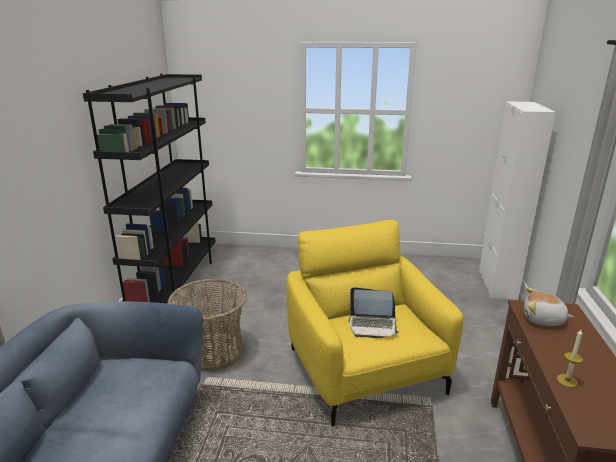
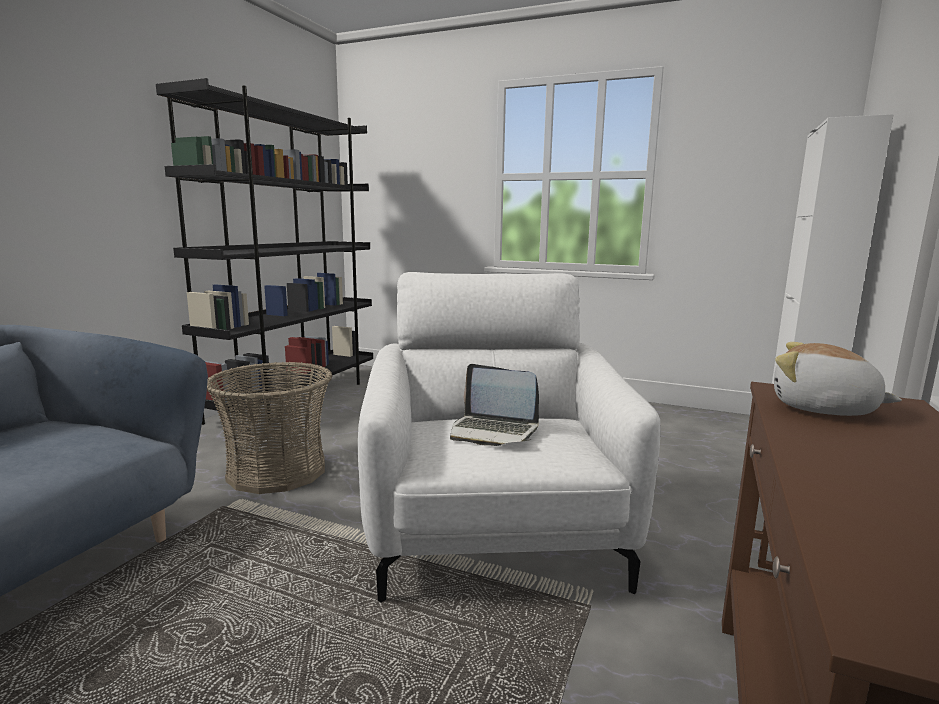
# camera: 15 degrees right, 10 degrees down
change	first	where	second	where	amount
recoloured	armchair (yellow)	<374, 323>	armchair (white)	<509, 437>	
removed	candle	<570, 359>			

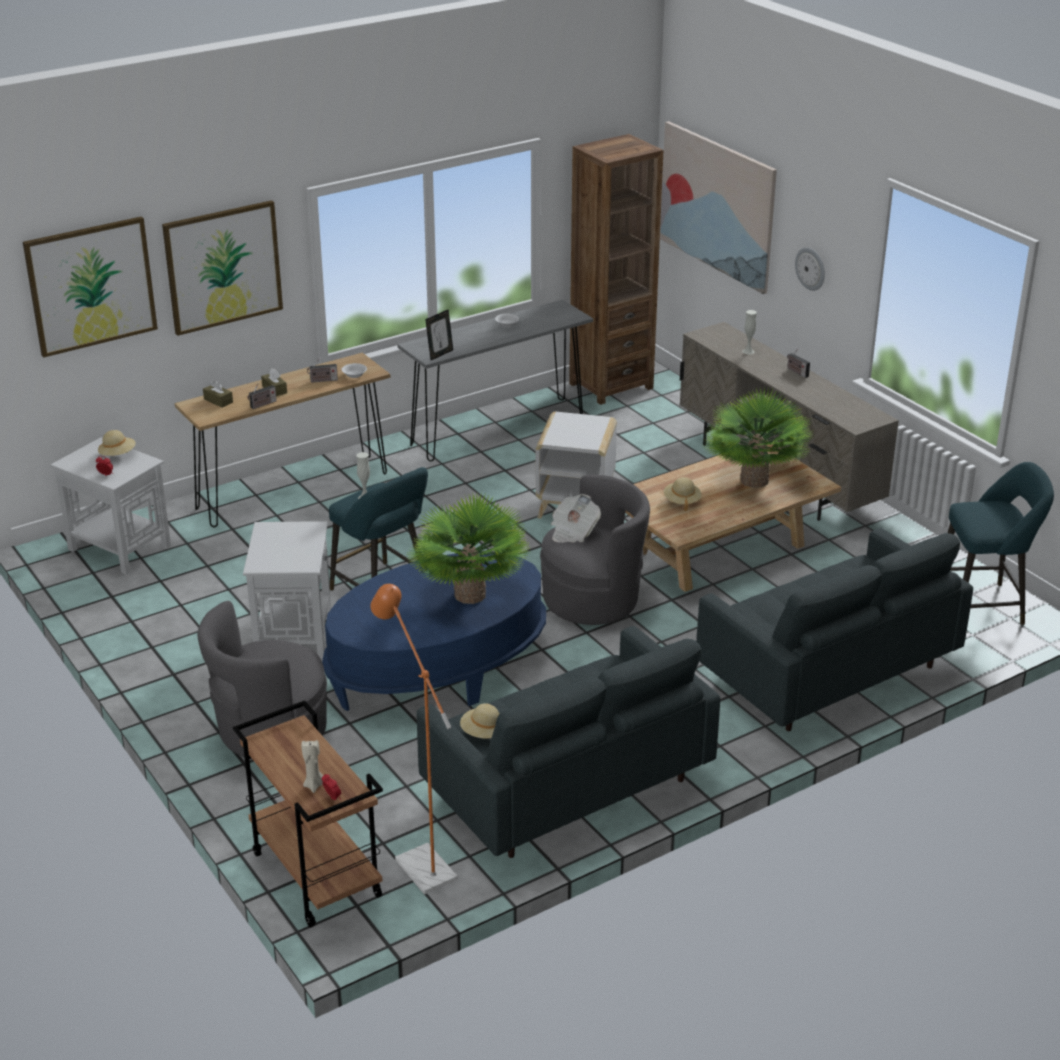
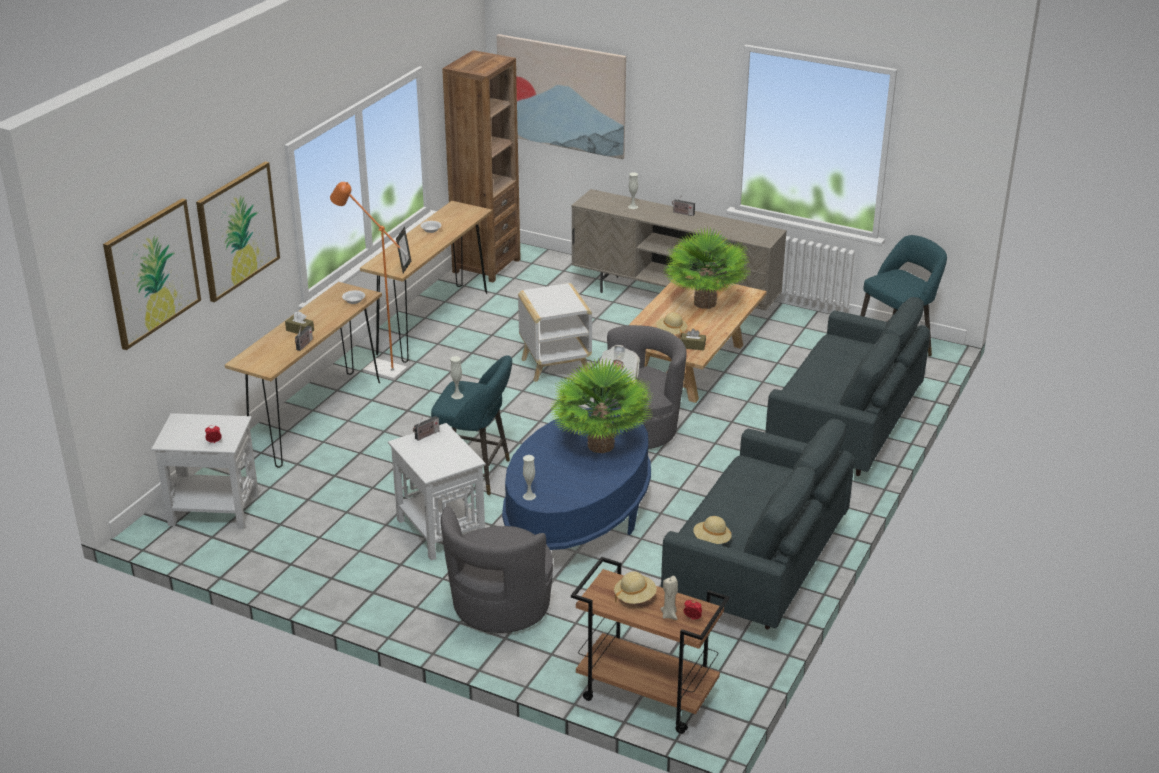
# camera: 30 degrees left, 0 degrees up
change	first	where	second	where	amount
moved	floor lamp (orange)	<414, 739>		<369, 281>	
recoloured	console table (grey)	<495, 380>	console table (brown)	<426, 282>	
moved	radio	<322, 371>		<426, 428>	
added			vase (white)	<529, 477>	
moved	hat (beige)	<117, 443>		<635, 587>	
moved	tissue box (brown)	<218, 394>		<693, 339>	
removed	wall clock	<810, 269>			

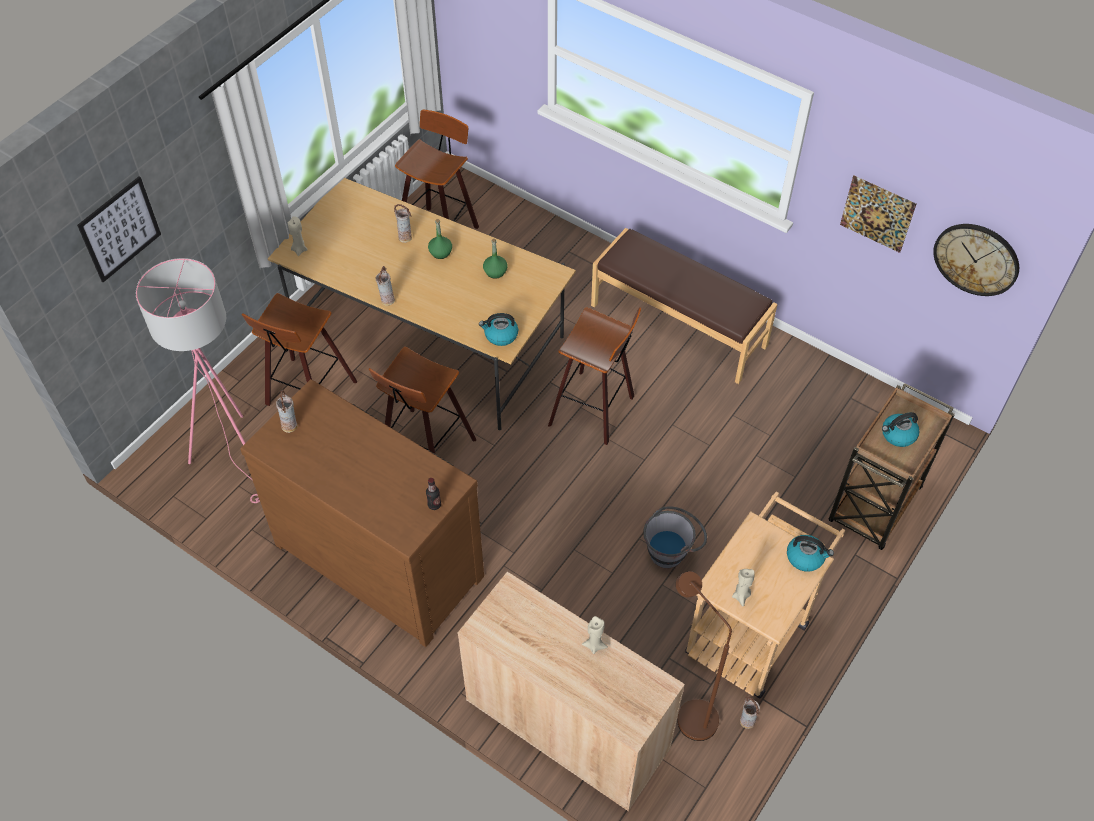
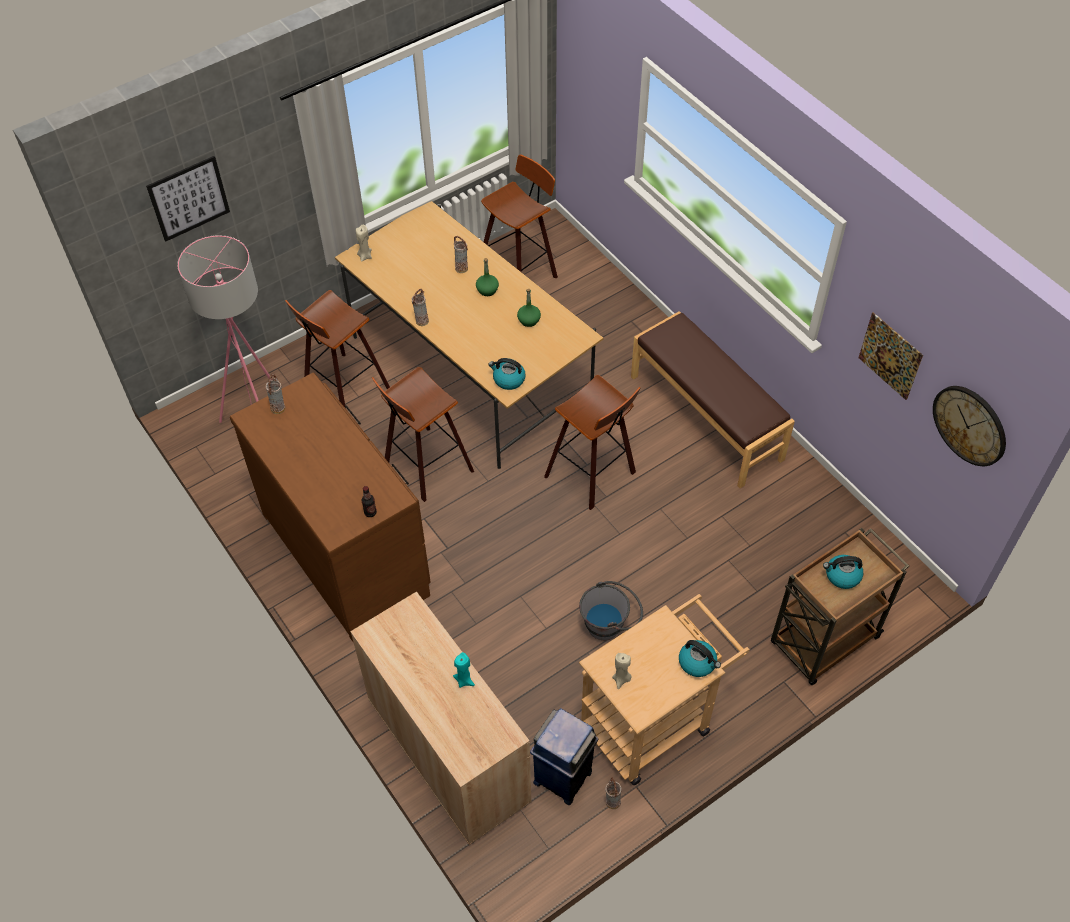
# camera: 20 degrees right, 0 degrees up
change	first	where	second	where	amount
recoloured	candle (beige)	<595, 635>	candle (turquoise)	<464, 670>	
replaced	floor lamp (brown)	<704, 656>	trash can (blue)	<564, 756>	

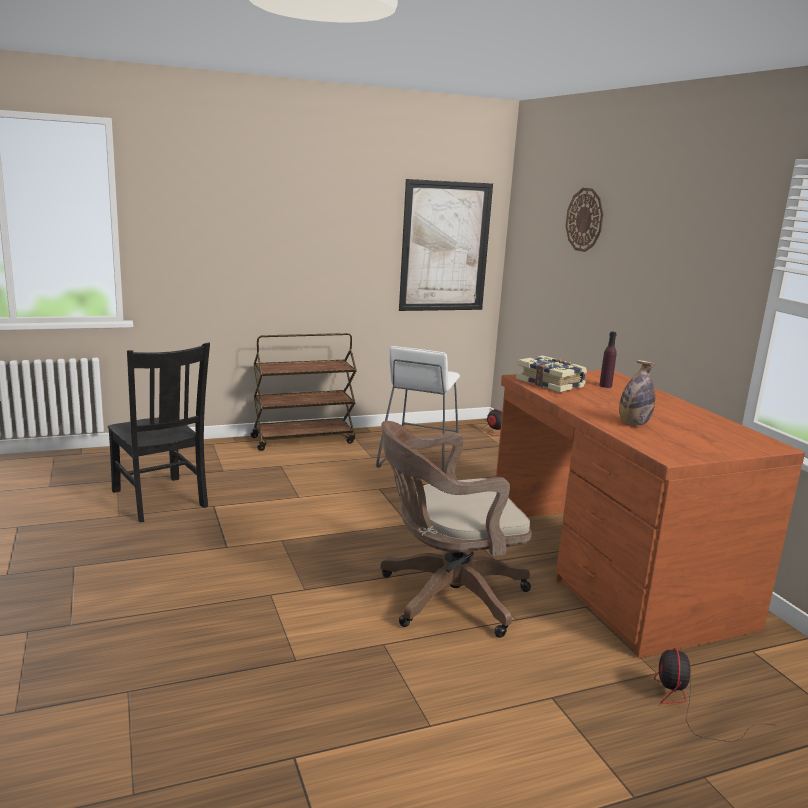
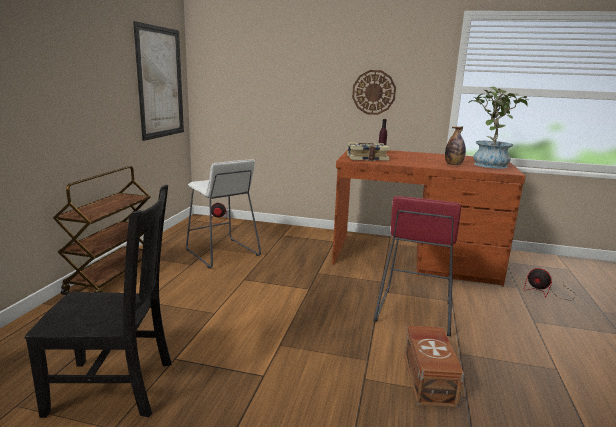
# camera: 55 degrees left, 0 degrees up
change	first	where	second	where	amount
moved	wall clock	<584, 220>		<374, 92>	
replaced	office chair (brown)	<455, 529>	stool (red)	<417, 266>	
added			storage box (brown)	<434, 367>	
added			potted plant	<498, 128>	

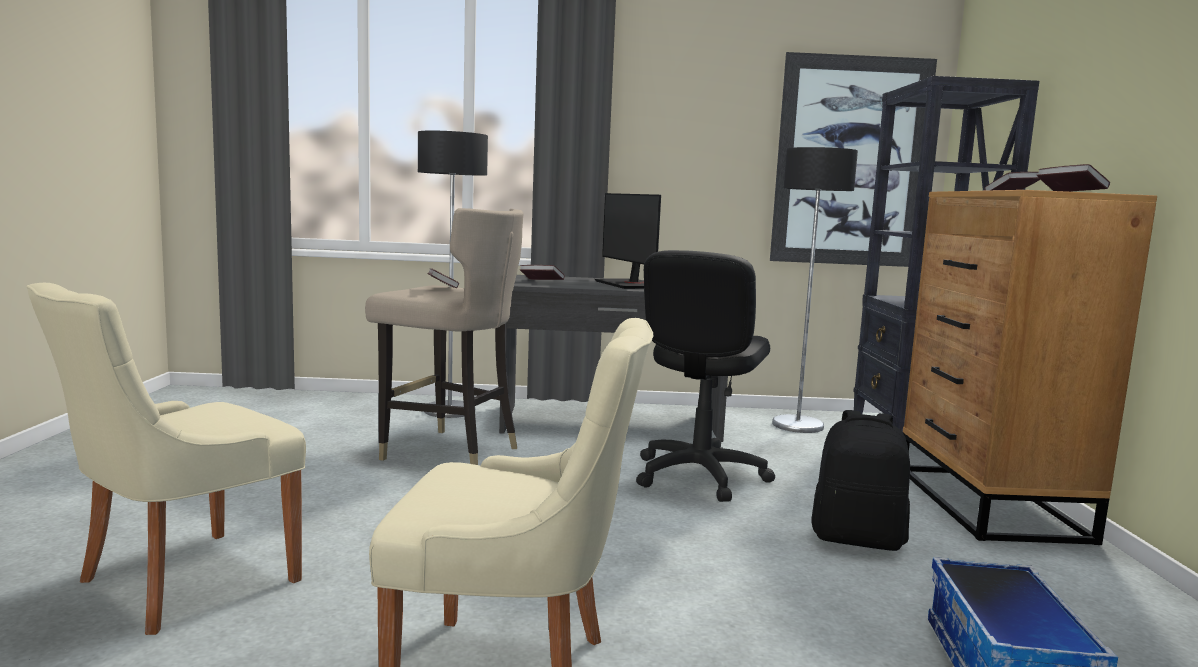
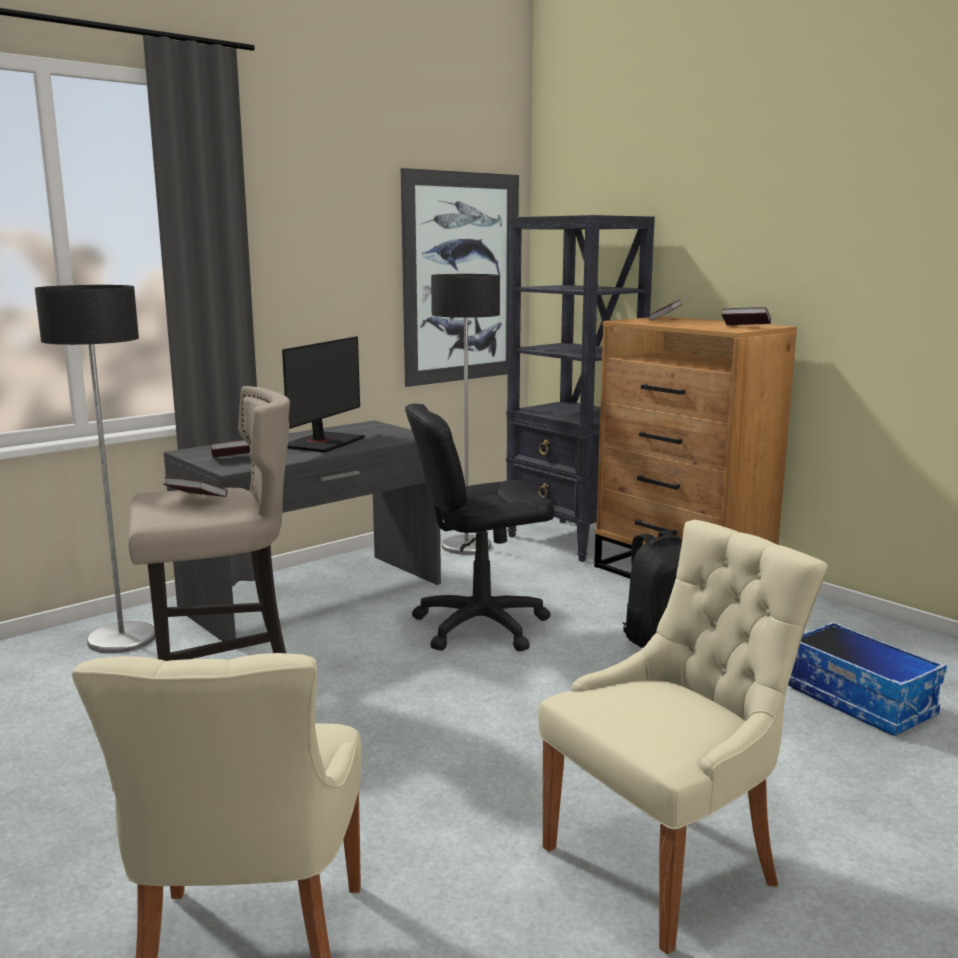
# camera: 40 degrees left, 5 degrees up
change	first	where	second	where	amount
turned	monitor	<628, 241>		<324, 394>	90 degrees counterclockwise
turned	office chair (black)	<705, 376>		<480, 527>	90 degrees clockwise

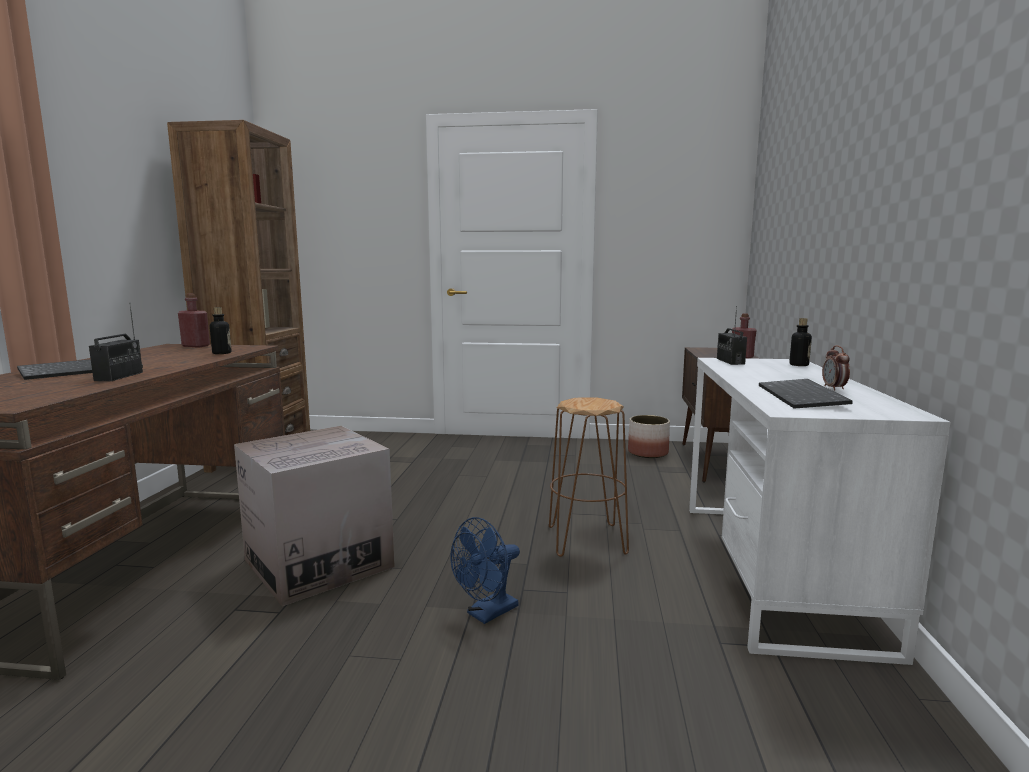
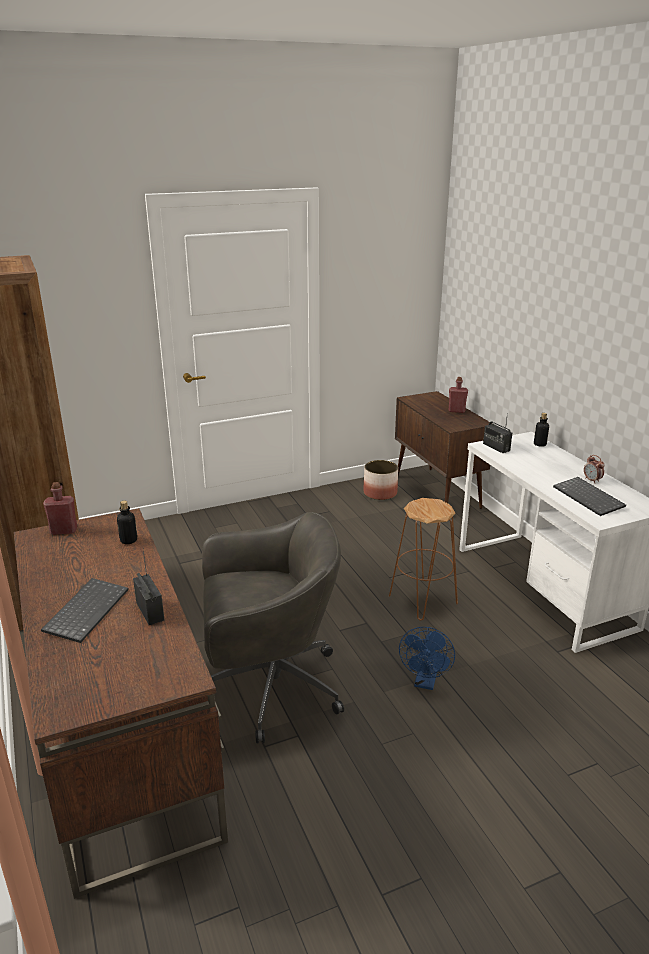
# camera: 30 degrees left, 15 degrees up
change	first	where	second	where	amount
replaced	cardboard box	<314, 516>	office chair (grey)	<273, 627>	

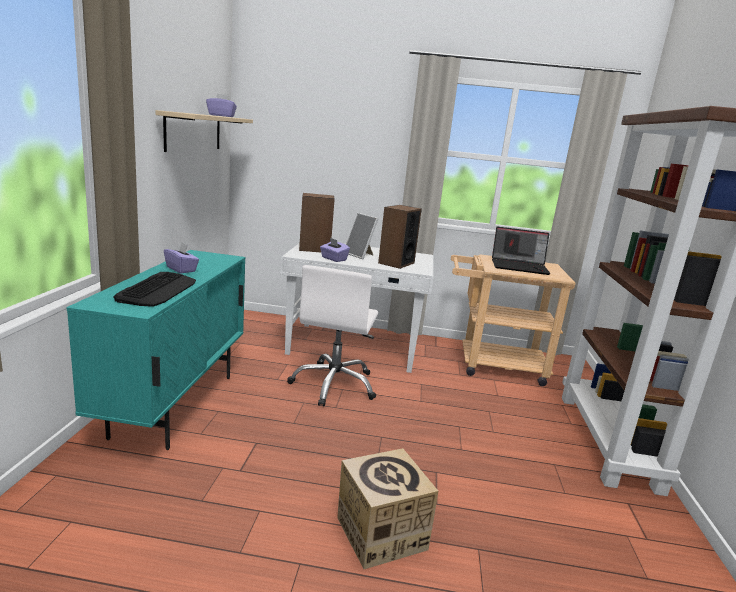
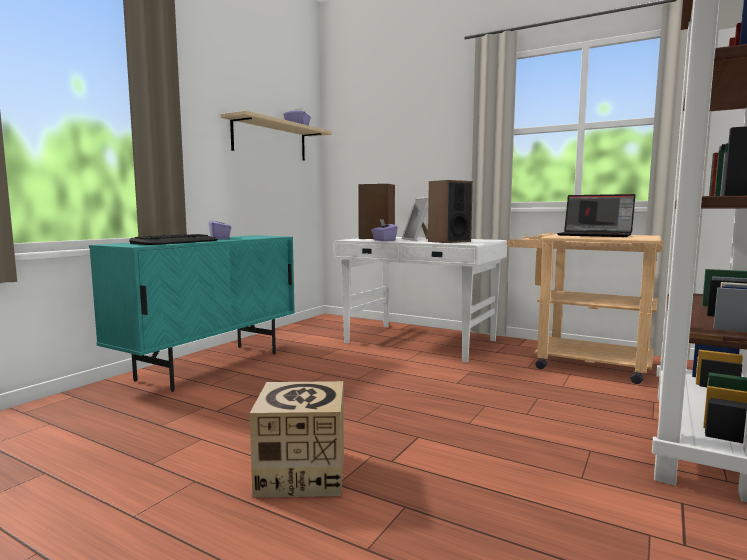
# camera: 25 degrees right, 10 degrees down
change	first	where	second	where	amount
removed	office chair (white)	<332, 335>			

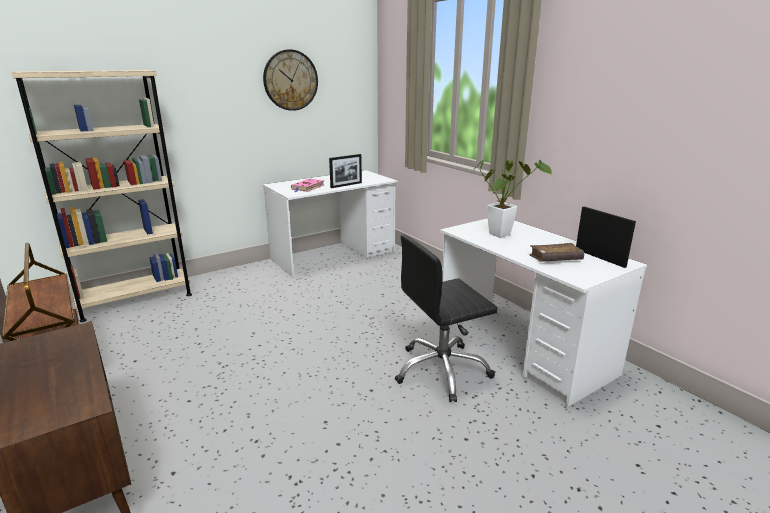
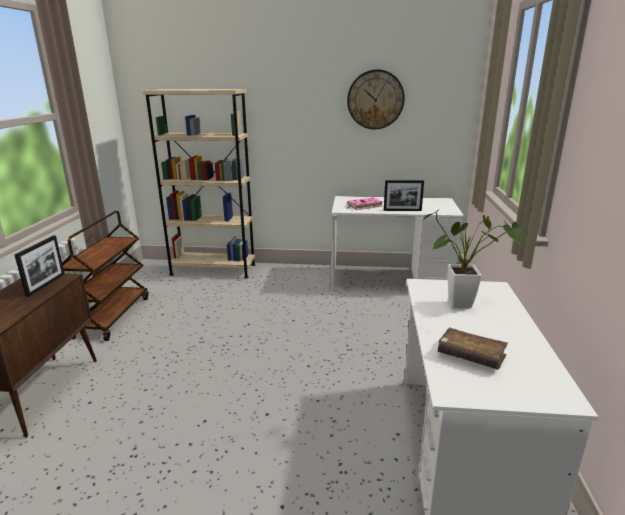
# camera: 40 degrees right, 0 degrees up
change	first	where	second	where	amount
moved	picture frame	<606, 237>		<39, 266>	
removed	office chair (black)	<446, 318>			

